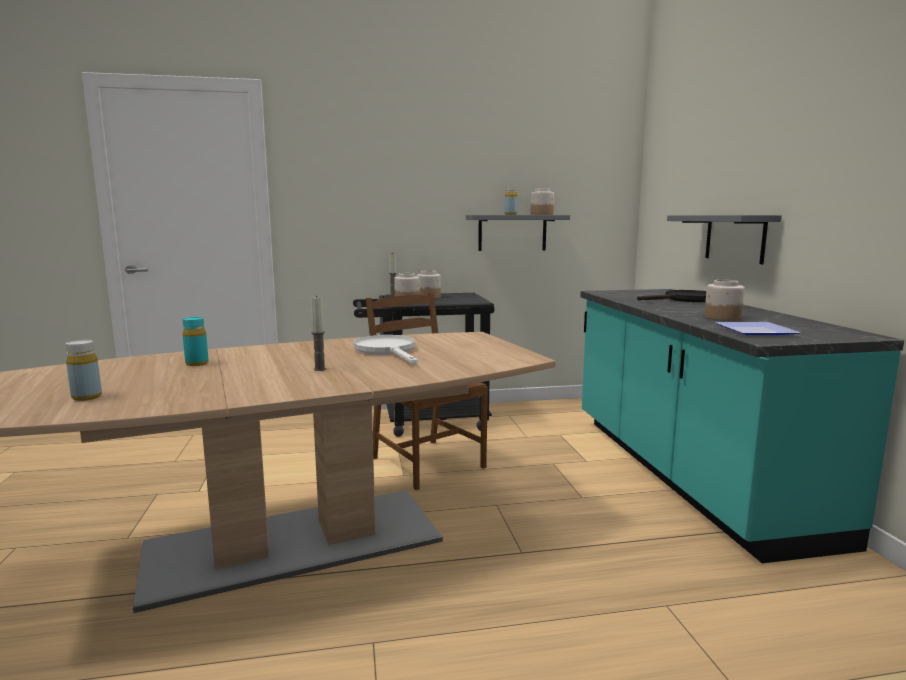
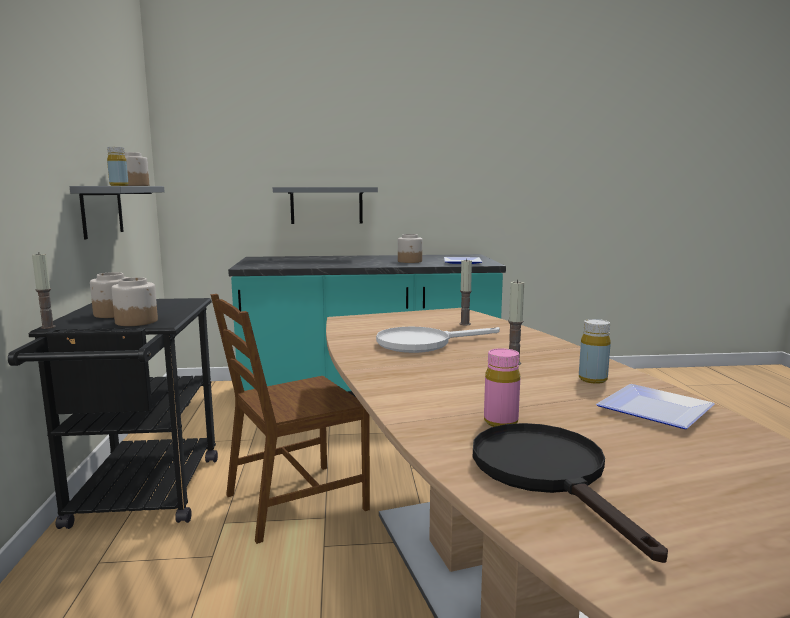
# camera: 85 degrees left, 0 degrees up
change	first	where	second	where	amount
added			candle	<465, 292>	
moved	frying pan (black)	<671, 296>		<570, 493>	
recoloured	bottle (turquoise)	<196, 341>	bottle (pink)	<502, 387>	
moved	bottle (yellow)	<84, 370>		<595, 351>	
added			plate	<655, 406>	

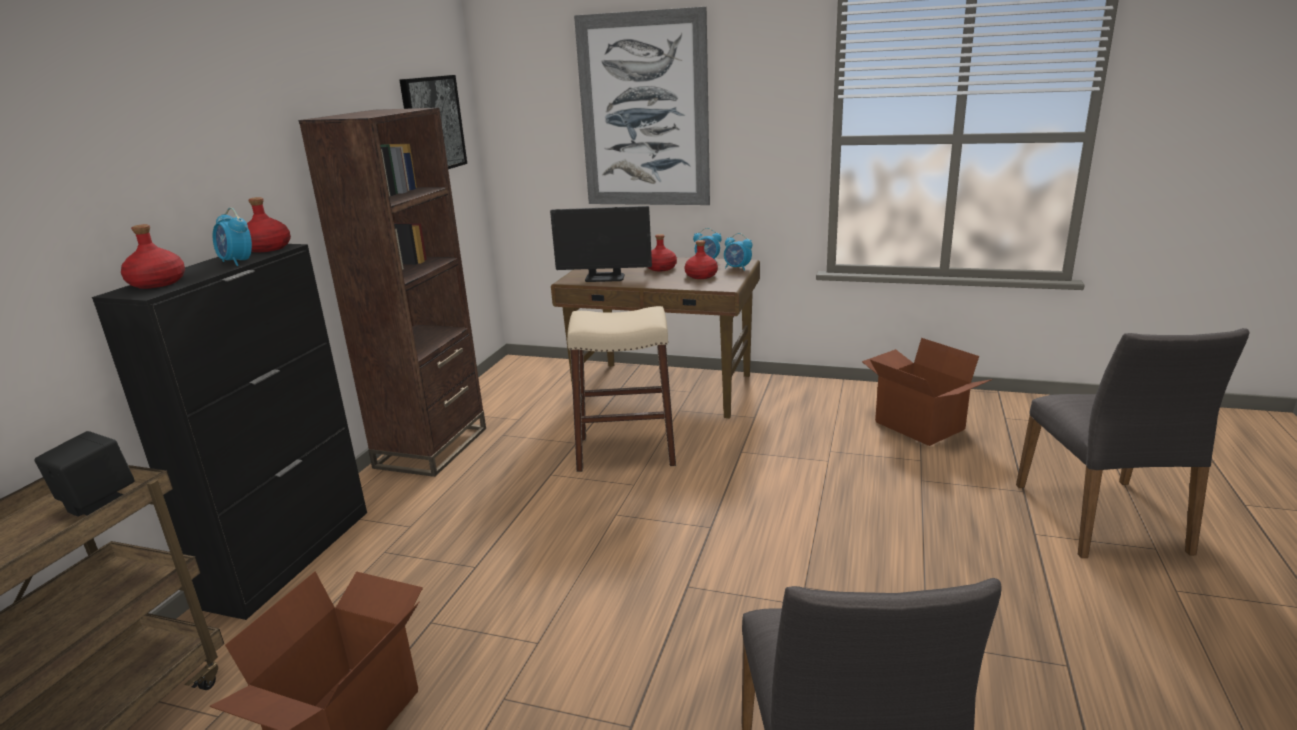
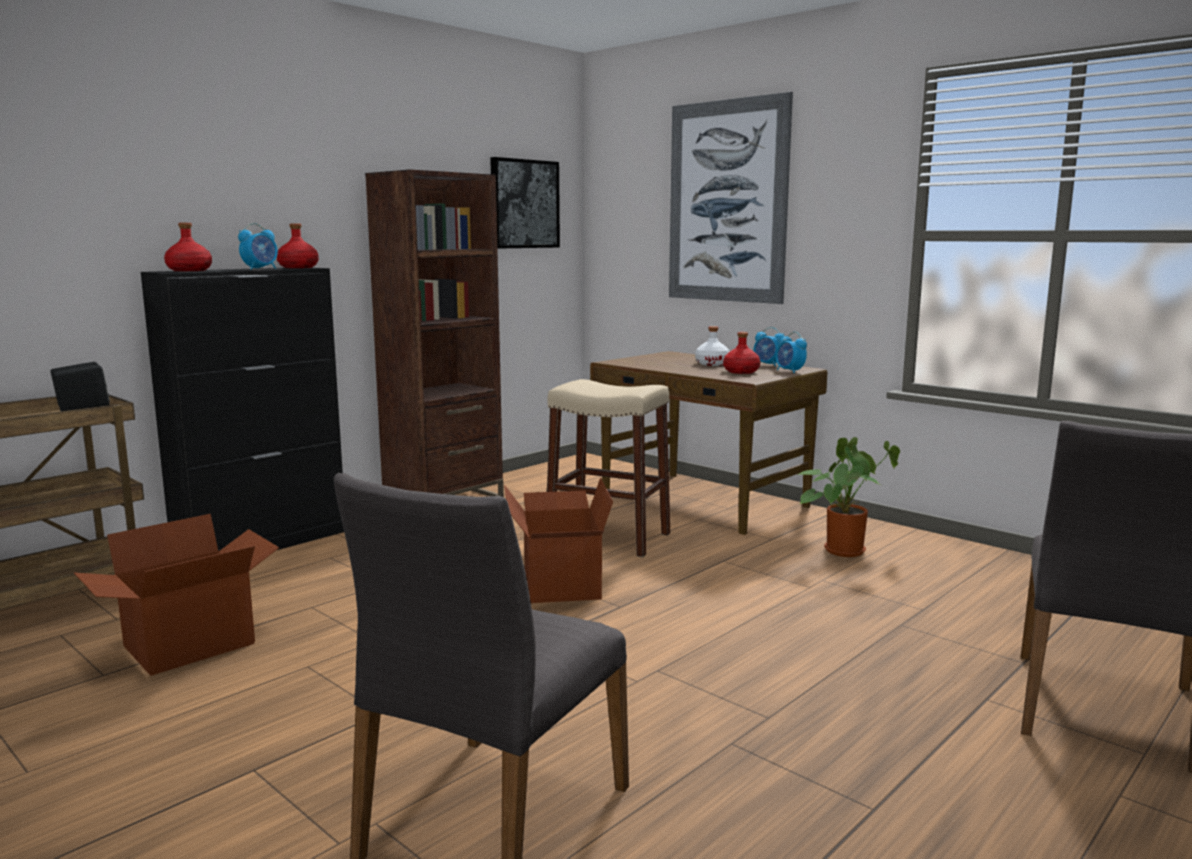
# camera: 25 degrees right, 10 degrees down
change	first	where	second	where	amount
turned	alarm clock	<232, 237>		<258, 246>	120 degrees counterclockwise
moved	cardboard box	<927, 392>		<558, 540>	
recoloured	bottle (red)	<662, 252>	bottle (white)	<712, 346>	
added			potted plant	<849, 497>	
removed	monitor	<601, 244>			

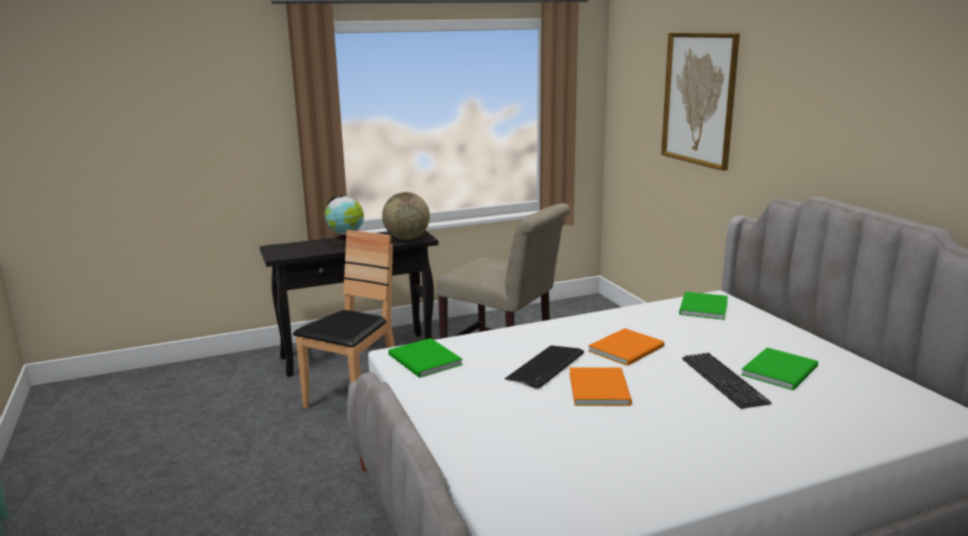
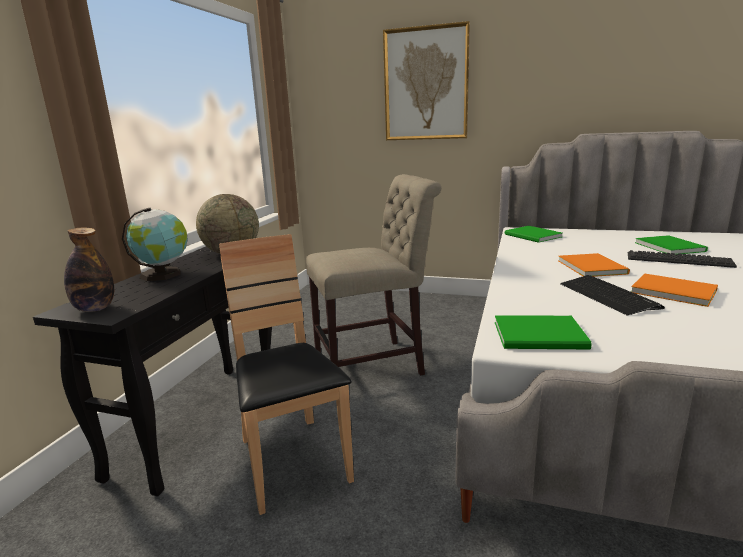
# camera: 50 degrees left, 0 degrees up
change	first	where	second	where	amount
added			bottle	<89, 270>	

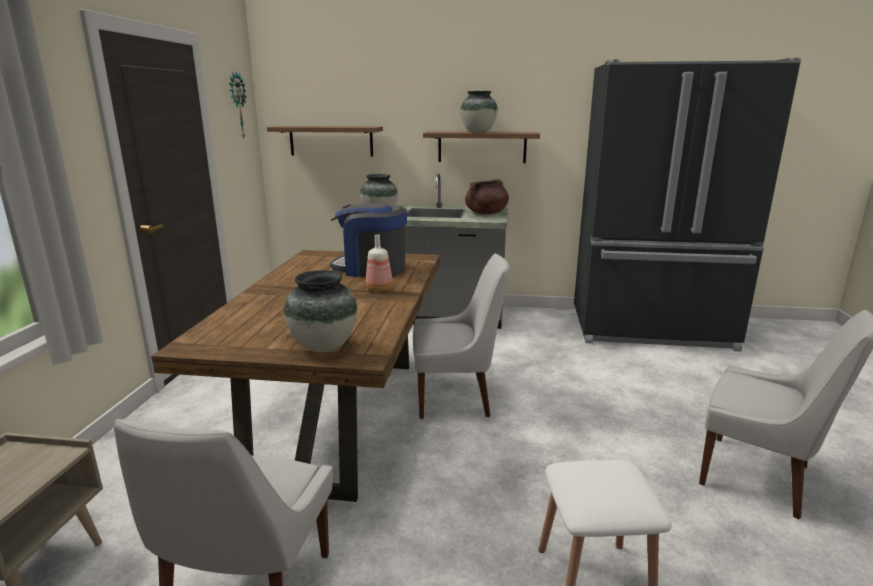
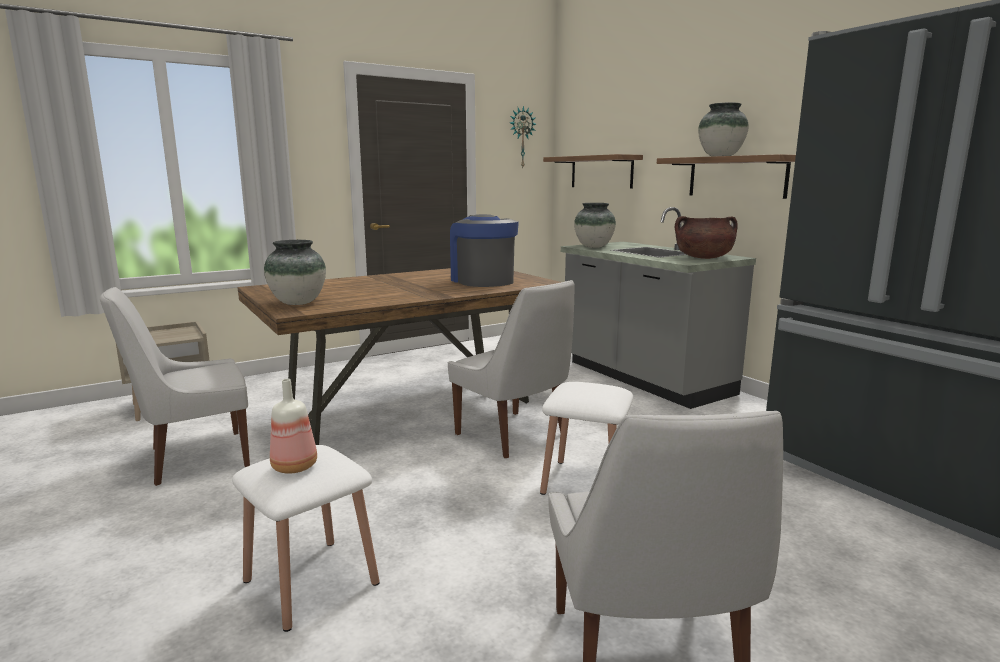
# camera: 50 degrees right, 5 degrees down
change	first	where	second	where	amount
moved	bottle	<379, 263>		<293, 426>	
added			stool (white)	<586, 438>	

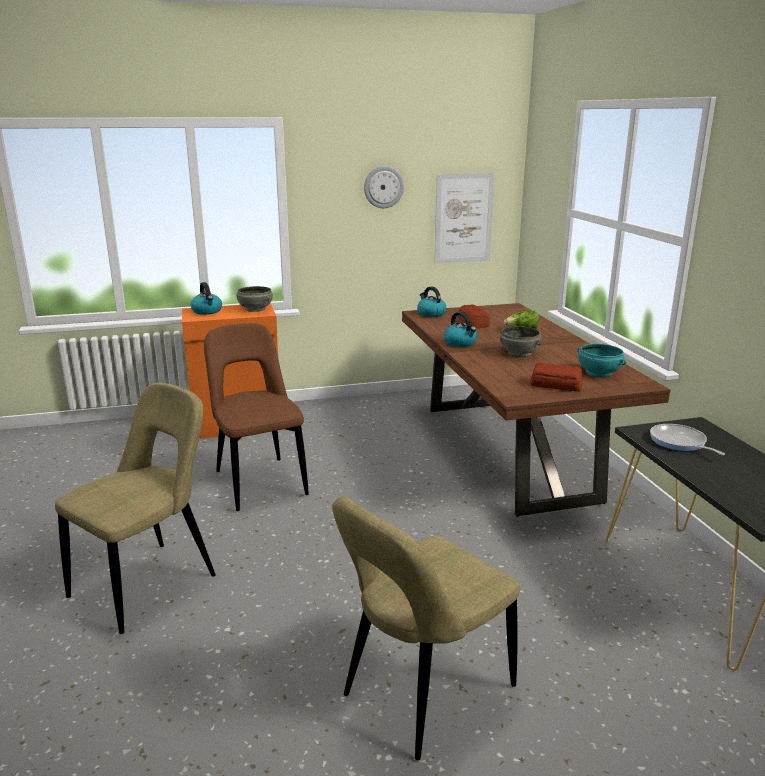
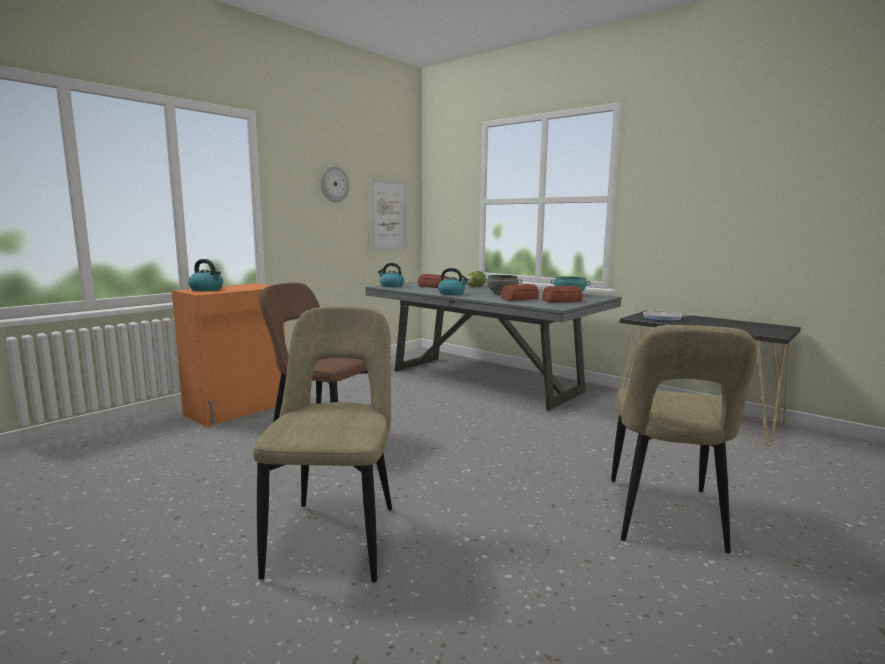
# camera: 35 degrees left, 10 degrees down
change	first	where	second	where	amount
recoloured	dining table (brown)	<536, 410>	dining table (grey)	<493, 346>	
added			bread	<520, 292>	
removed	bowl (grey)	<254, 299>			

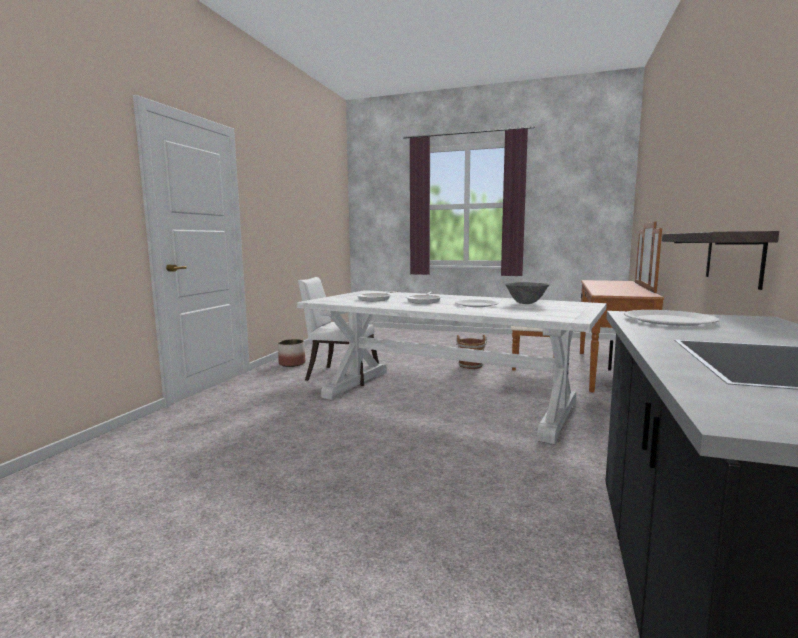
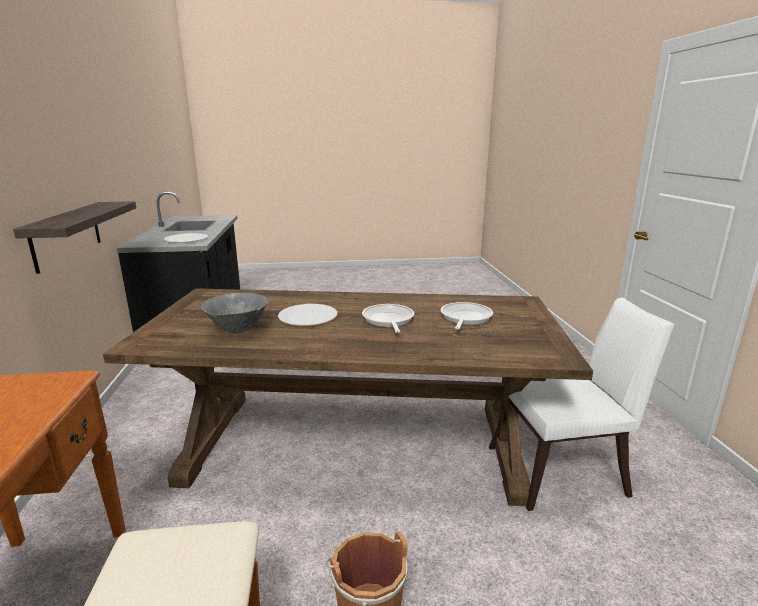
# camera: 155 degrees right, 10 degrees up
change	first	where	second	where	amount
recoloured	dining table (white)	<452, 367>	dining table (brown)	<348, 397>	
removed	planter	<291, 353>			

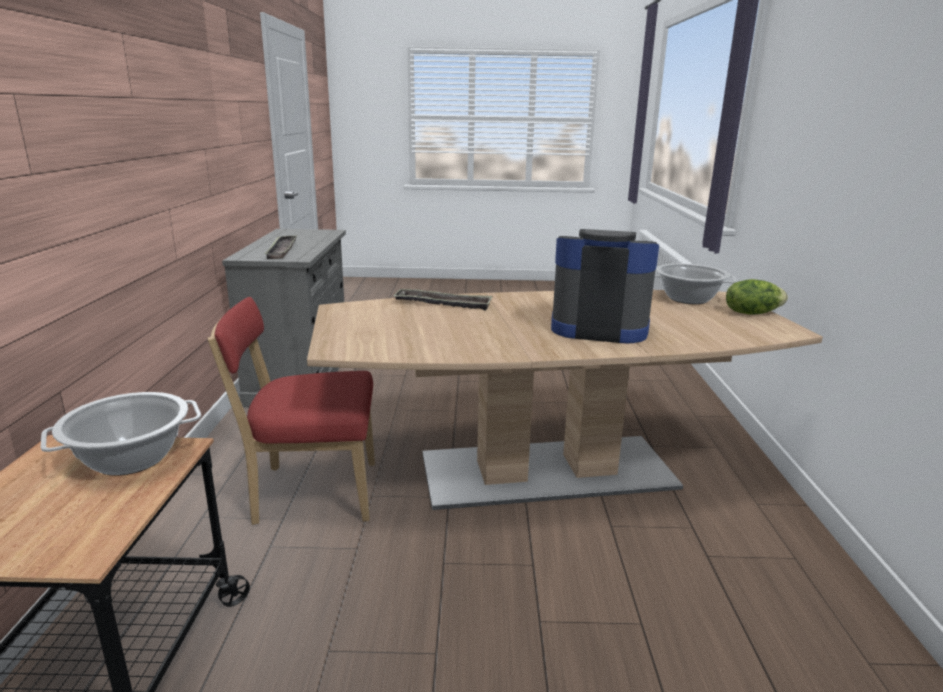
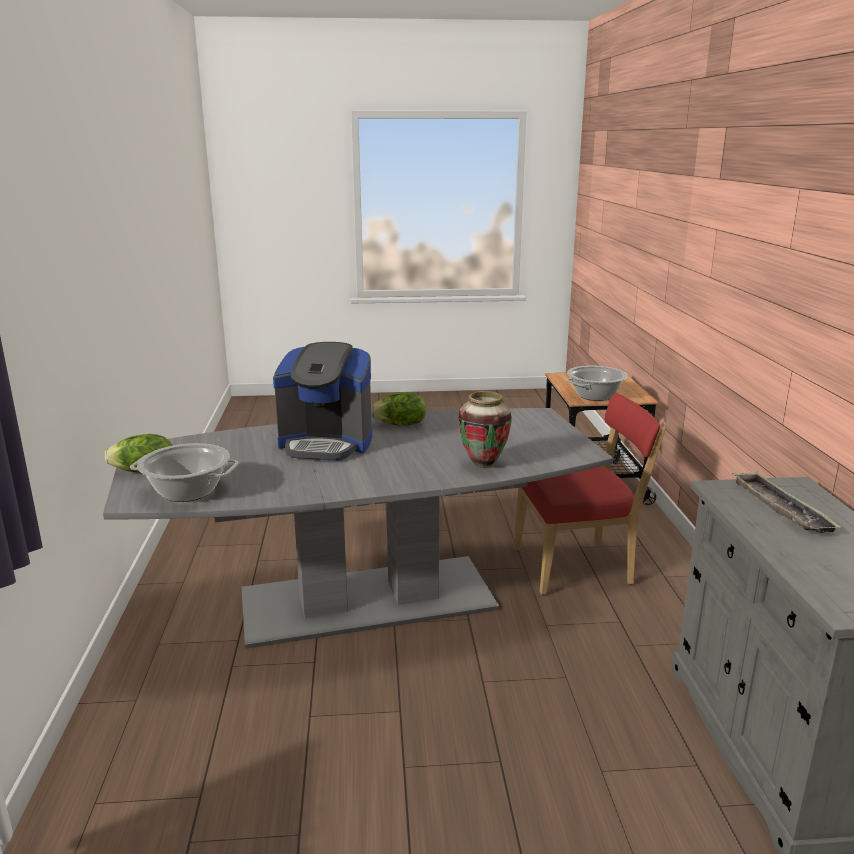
# camera: 175 degrees right, 0 degrees up
change	first	where	second	where	amount
recoloured	dining table (brown)	<565, 400>	dining table (grey)	<358, 528>	
added			lettuce	<398, 409>	
replaced	tray	<443, 299>	vase	<485, 429>	

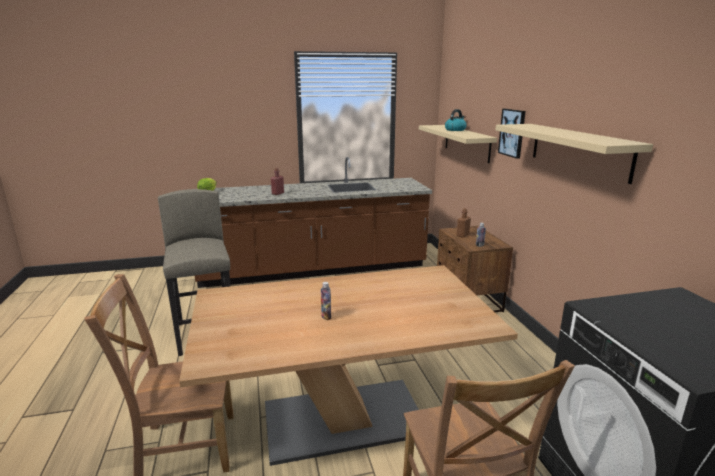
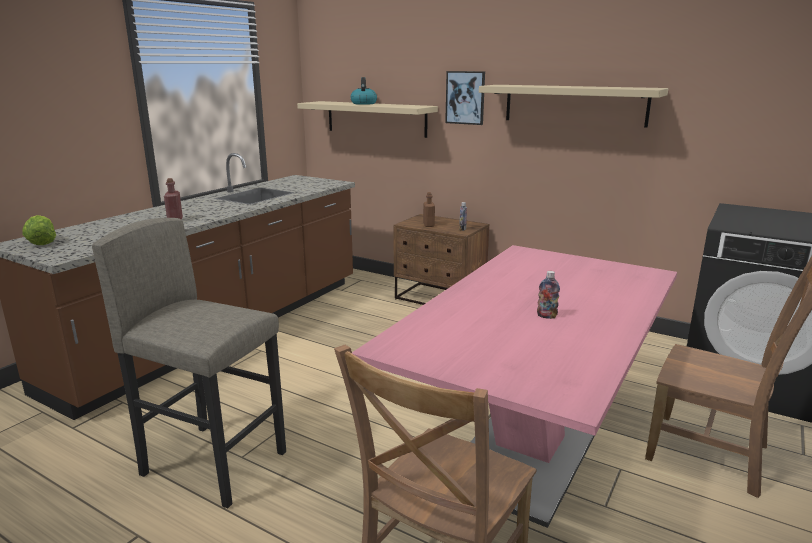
# camera: 45 degrees left, 0 degrees up
change	first	where	second	where	amount
recoloured	dining table (brown)	<348, 365>	dining table (pink)	<514, 386>	

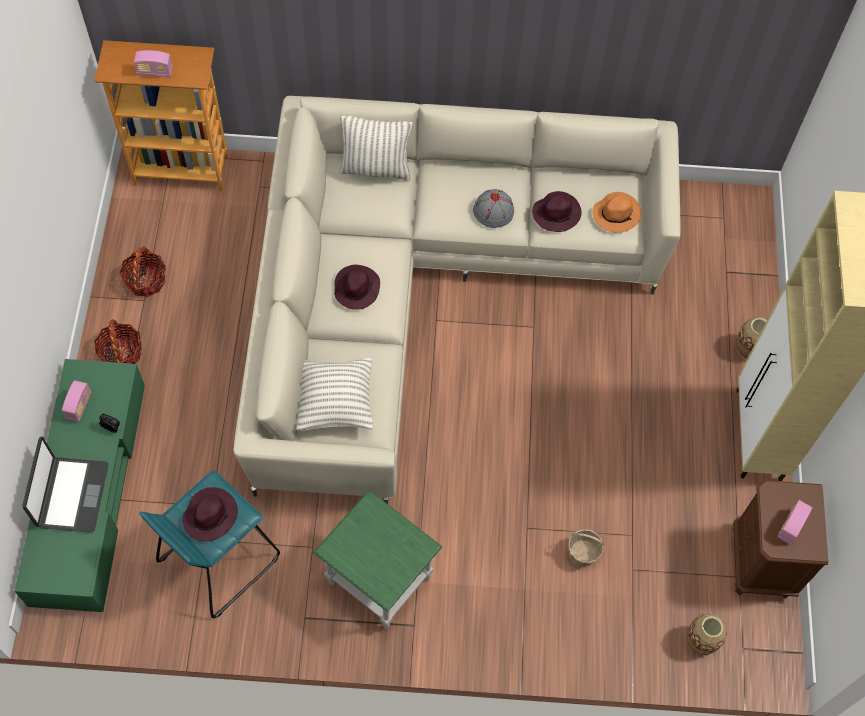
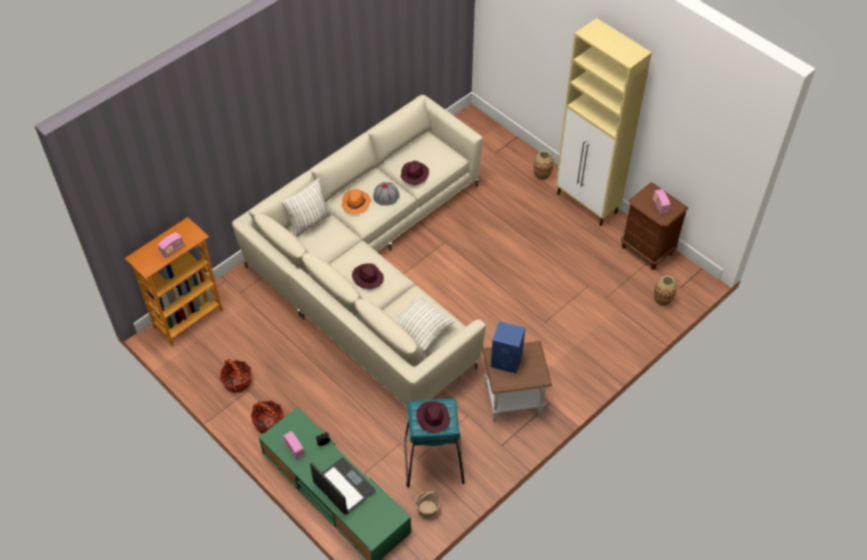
# camera: 45 degrees left, 10 degrees down
change	first	where	second	where	amount
moved	hat (orange)	<617, 212>		<356, 201>	
moved	basket	<586, 548>		<427, 505>	
recoloured	side table (green)	<378, 560>	side table (brown)	<517, 381>	
added			speaker (blue)	<508, 347>	

